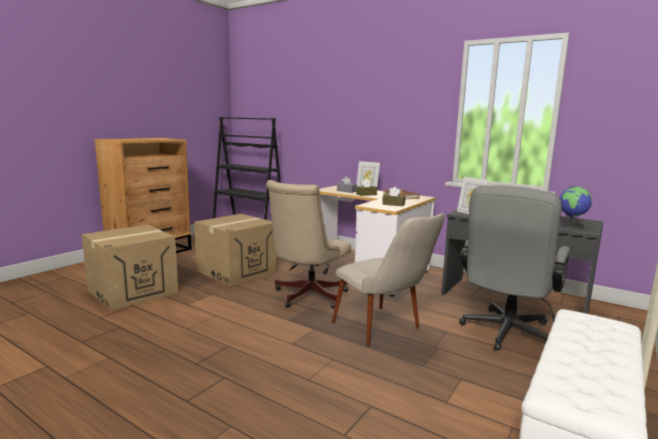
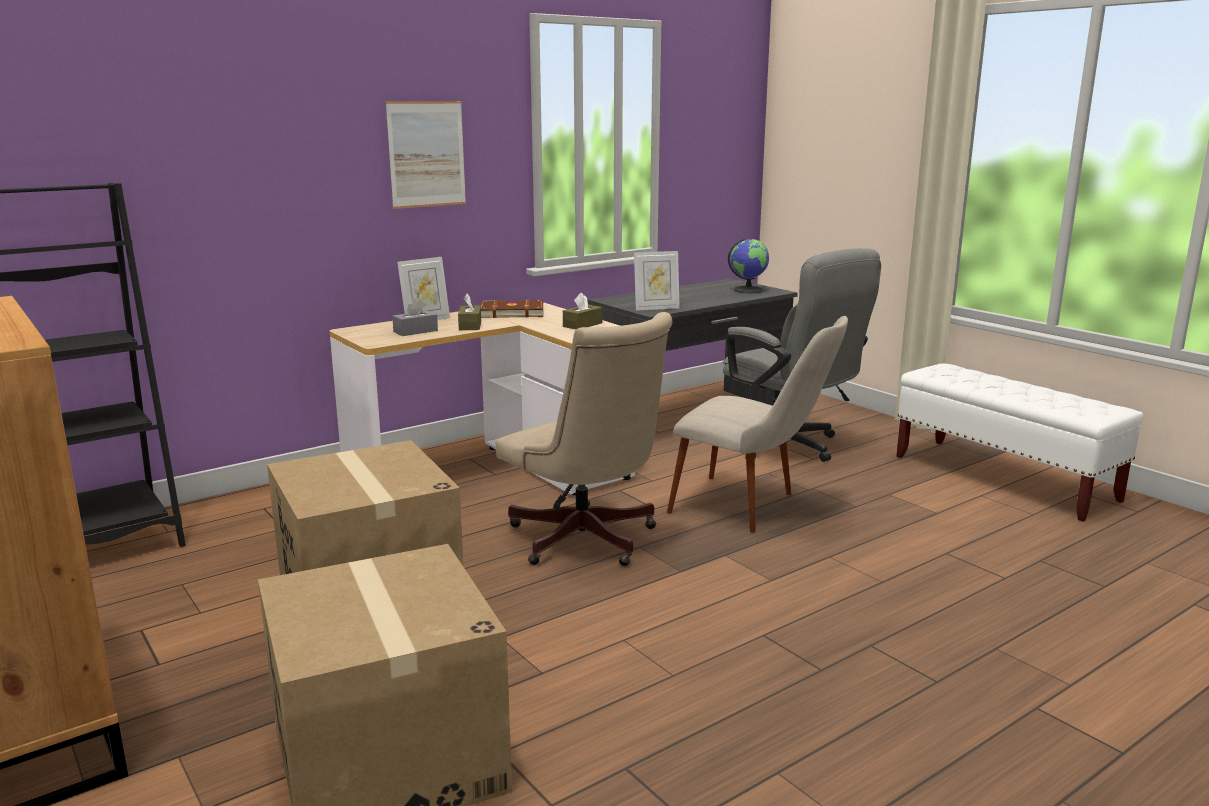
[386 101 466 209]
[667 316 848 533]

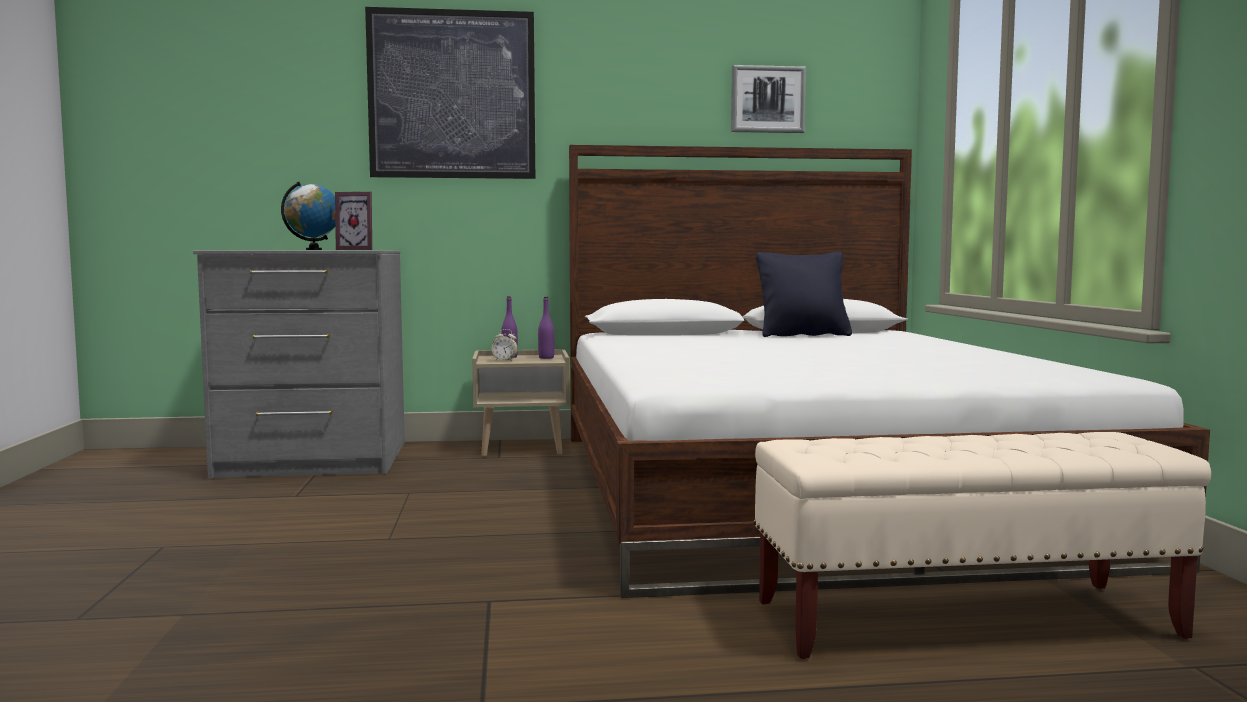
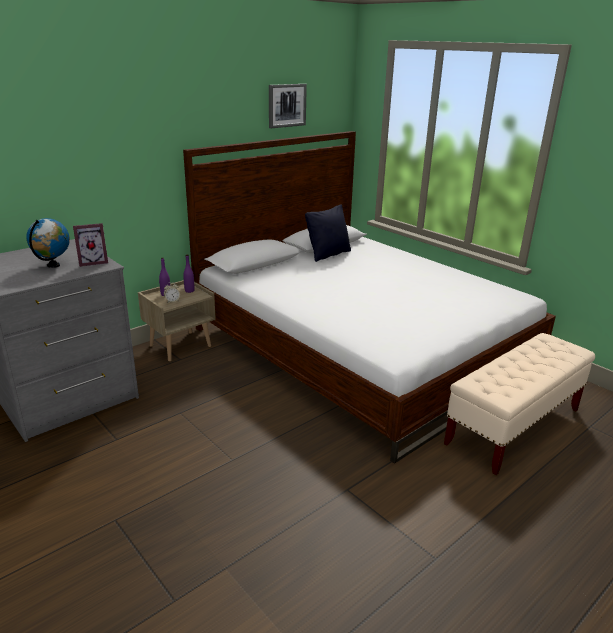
[365 7 535 179] (first image)

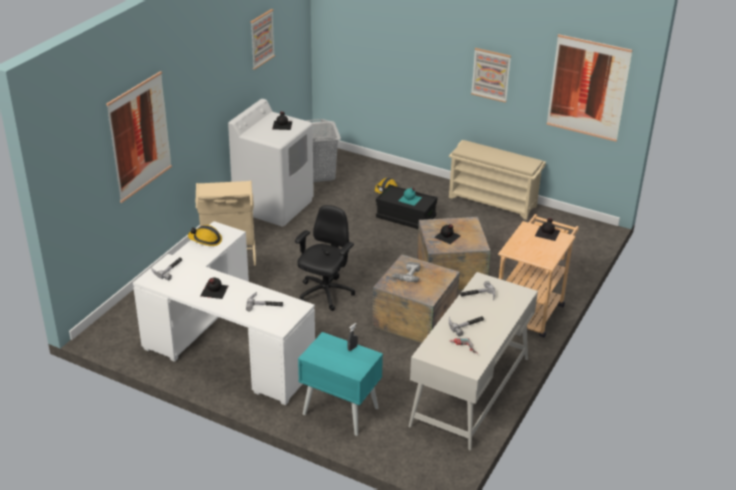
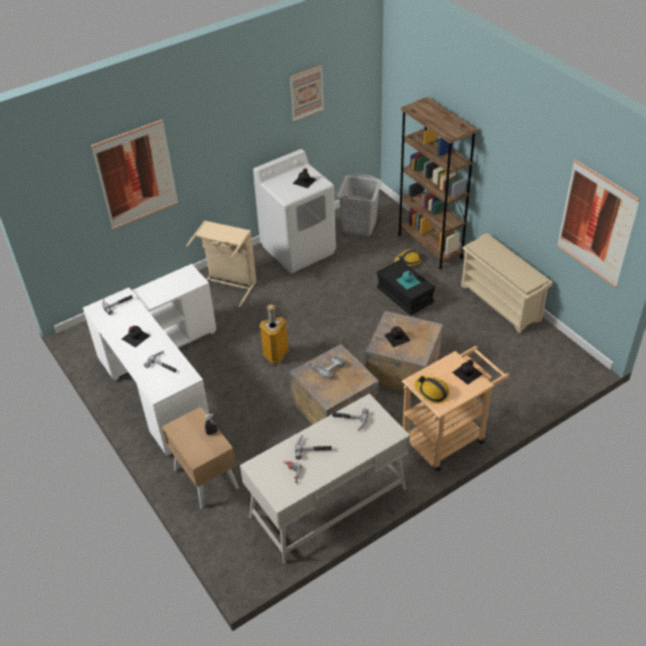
[471 48 511 103] (first image)
[398 97 478 269]
[415 376 449 404]
[259 304 289 364]
[162 407 239 509]

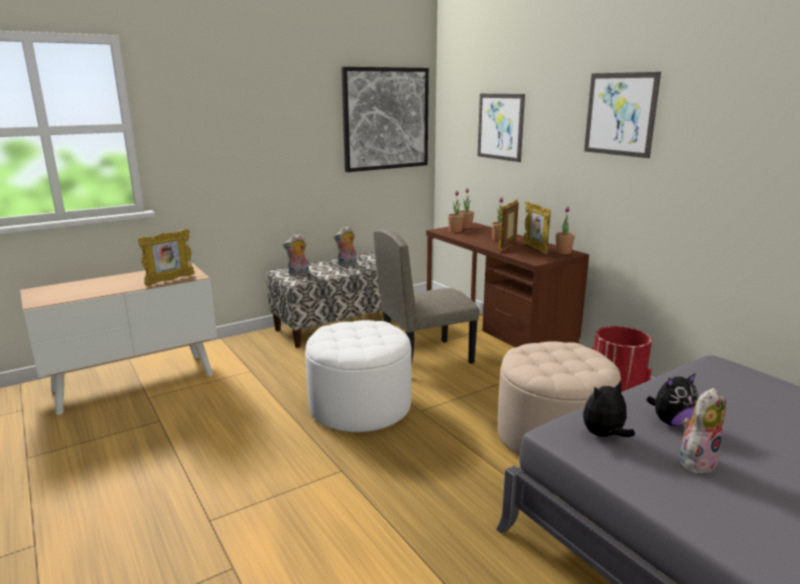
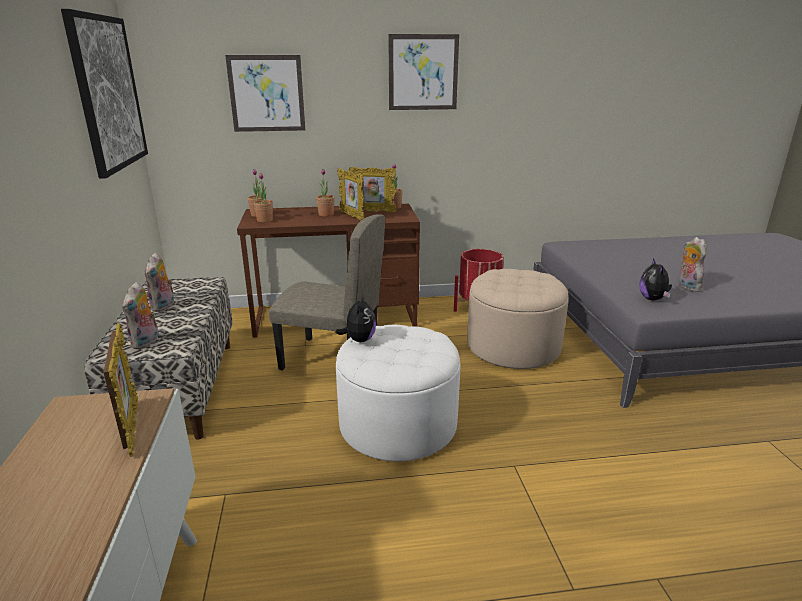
[336 295 376 342]
[269 214 385 370]

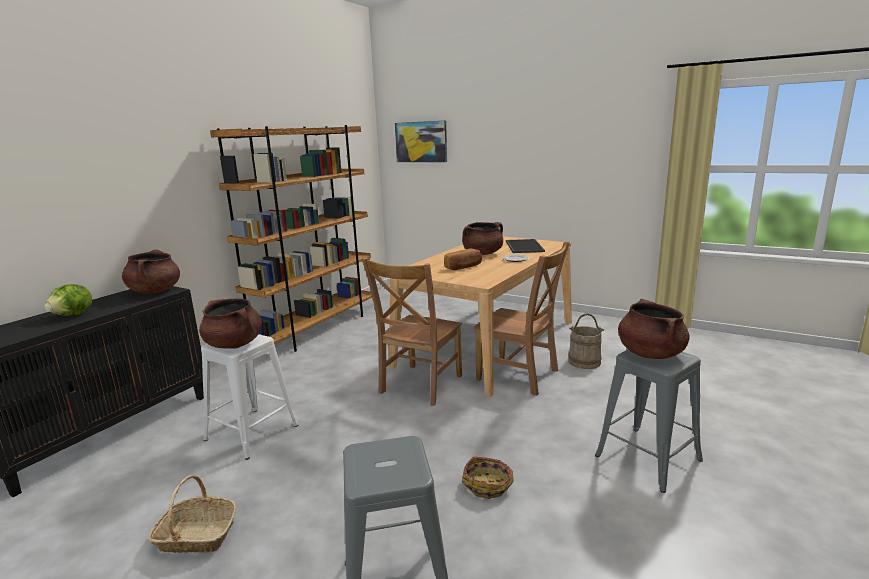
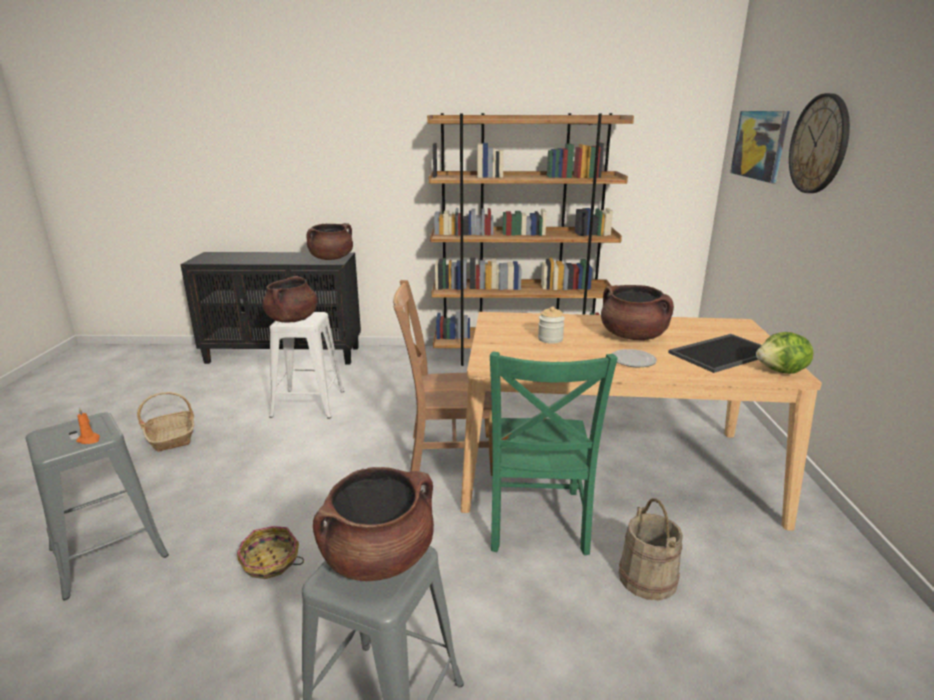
[76 407 100 444]
[789 93 850 193]
[756 332 813 374]
[538 306 565 344]
[490 351 618 555]

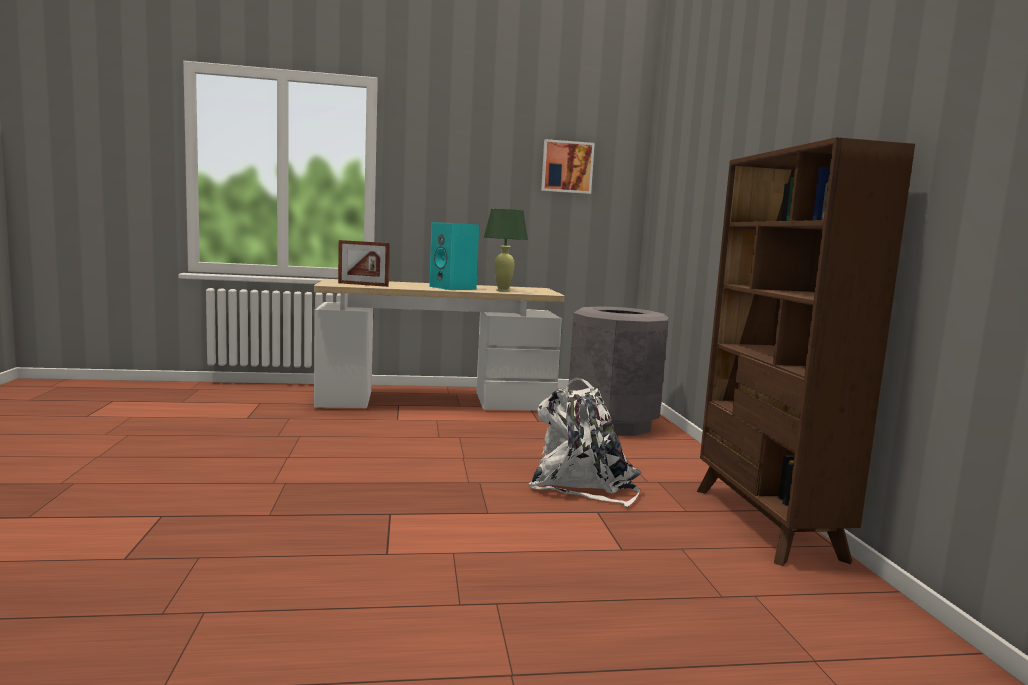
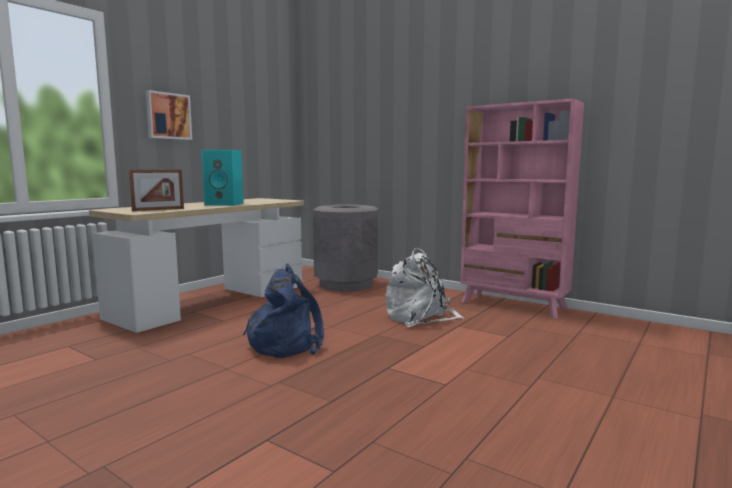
[484 209 528 292] (first image)
[243 263 324 358]
[146 90 192 140]
[460 98 584 319]

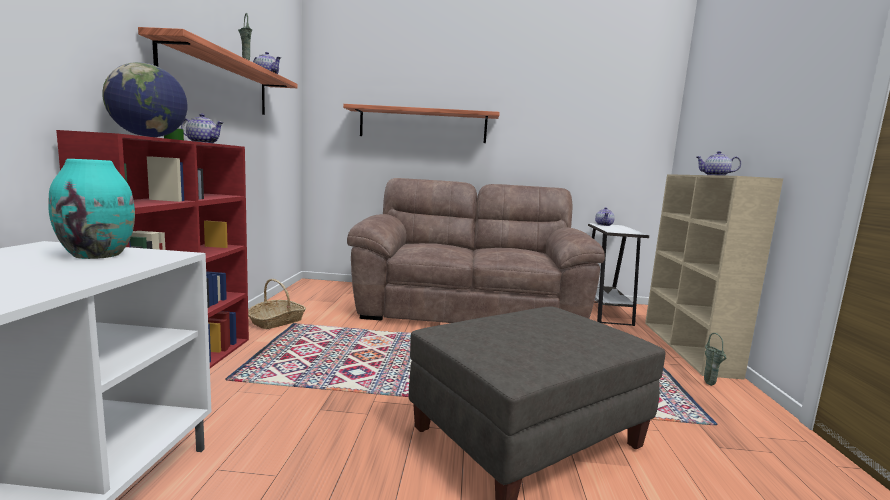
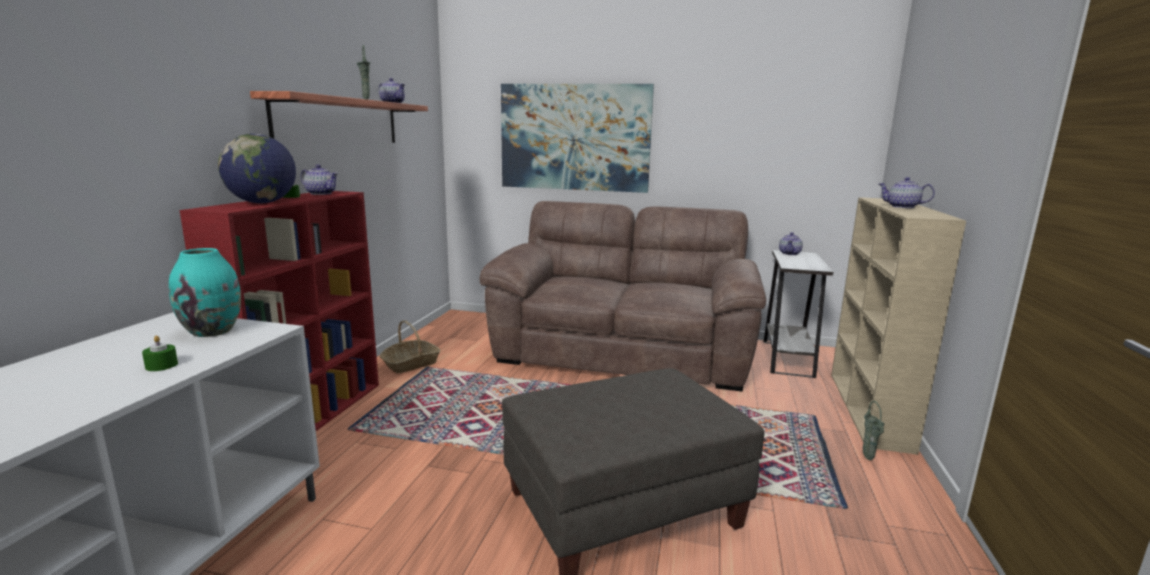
[142 336 178 371]
[501 84 654 193]

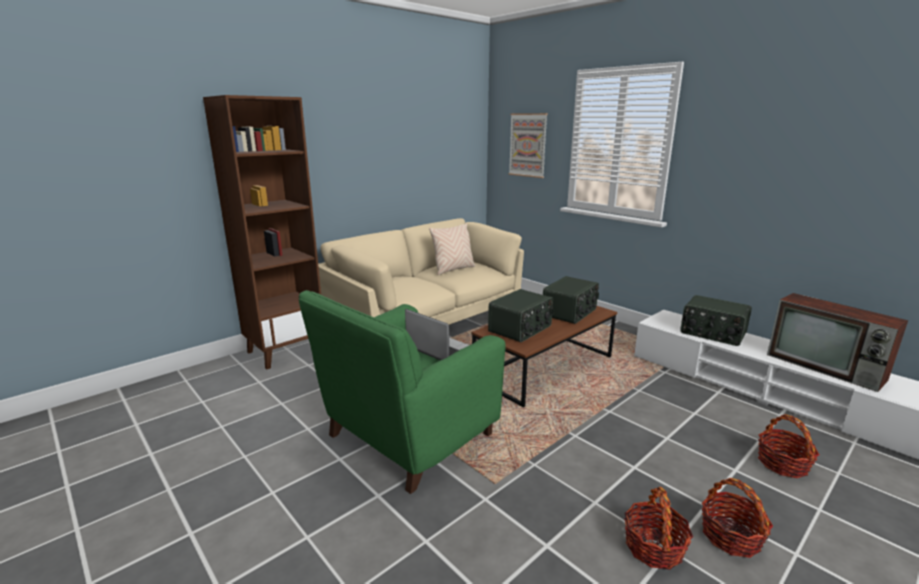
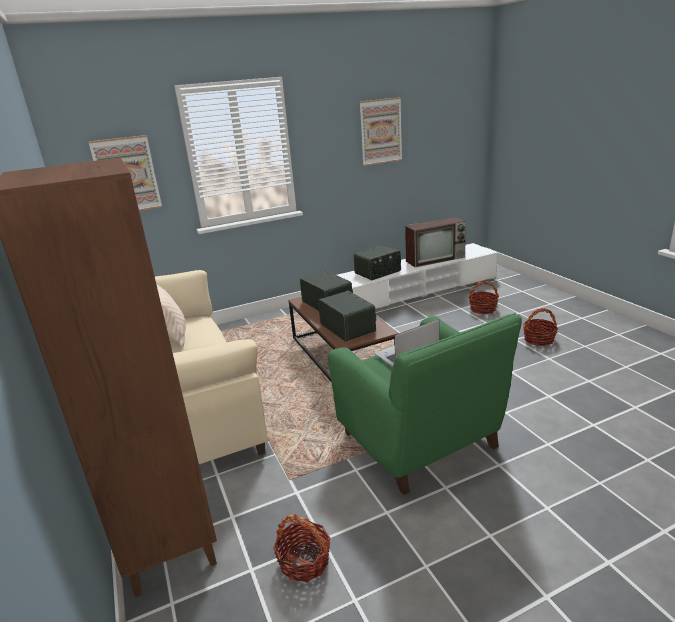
[359 97 402 166]
[273 514 330 582]

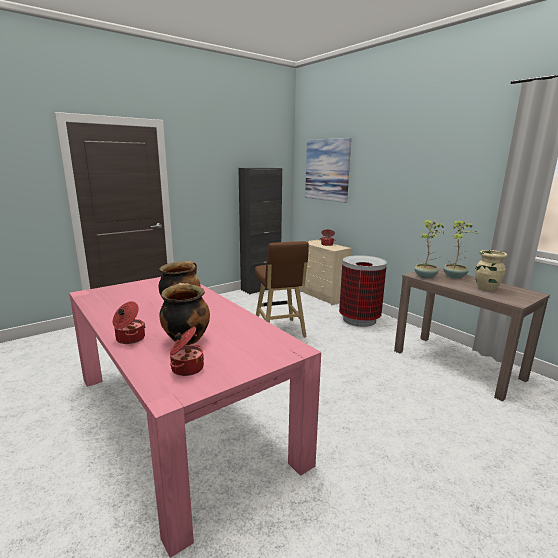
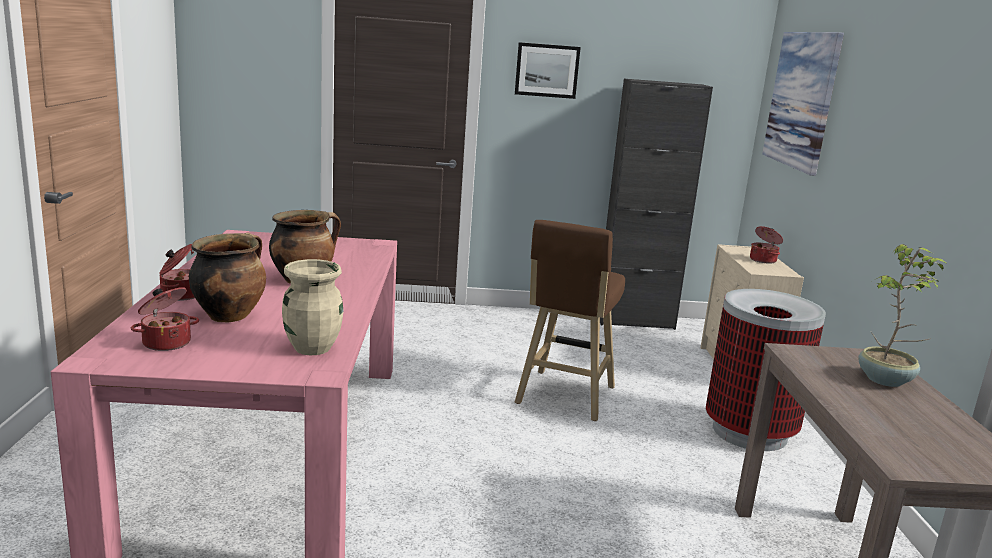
[414 220 445 279] (first image)
[515 42 581 99]
[282 259 343 355]

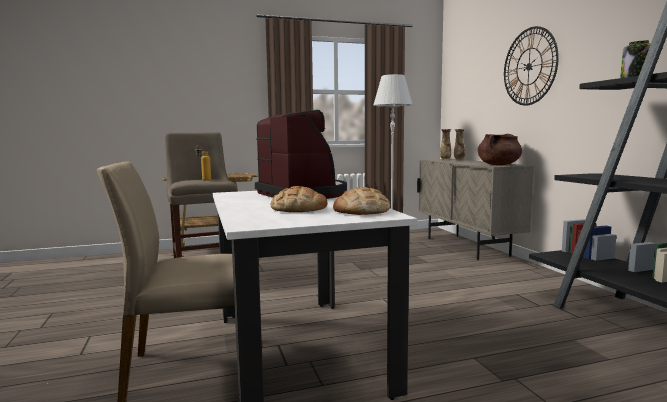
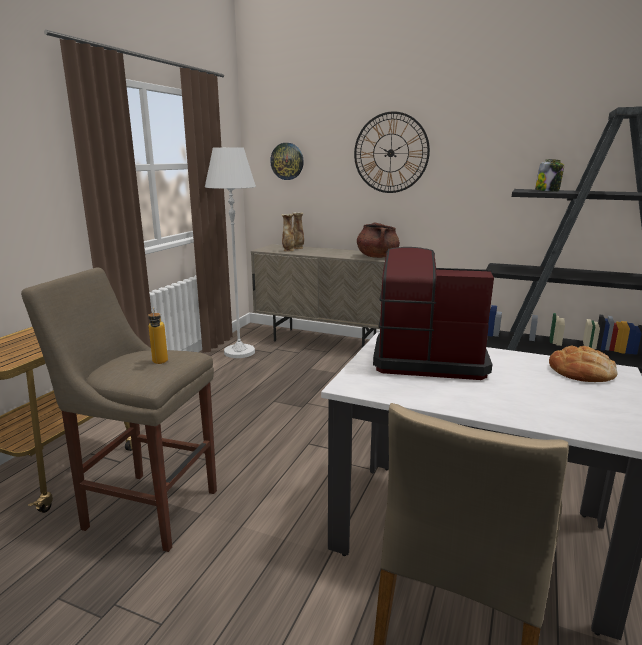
[271 186 328 212] (first image)
[270 143 304 180]

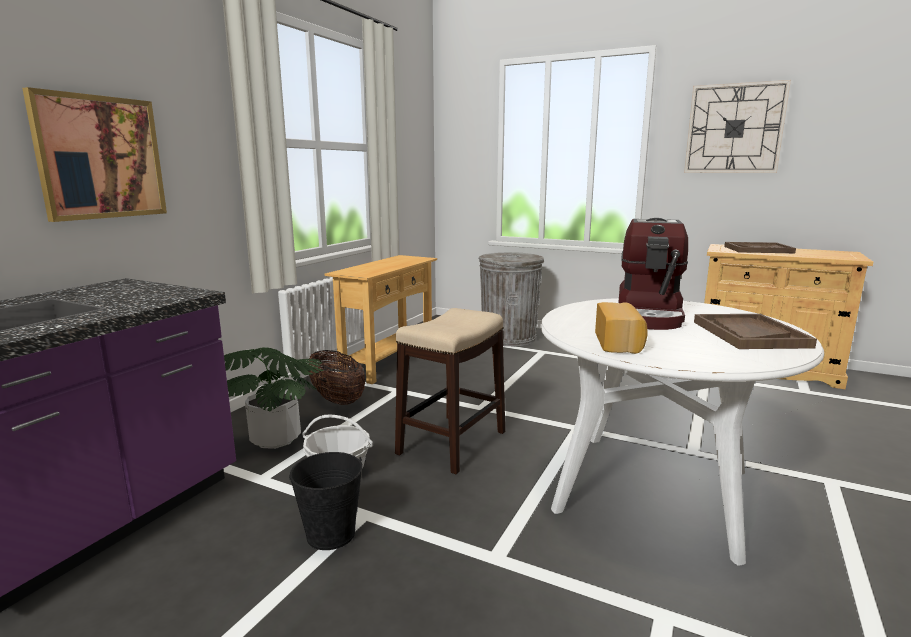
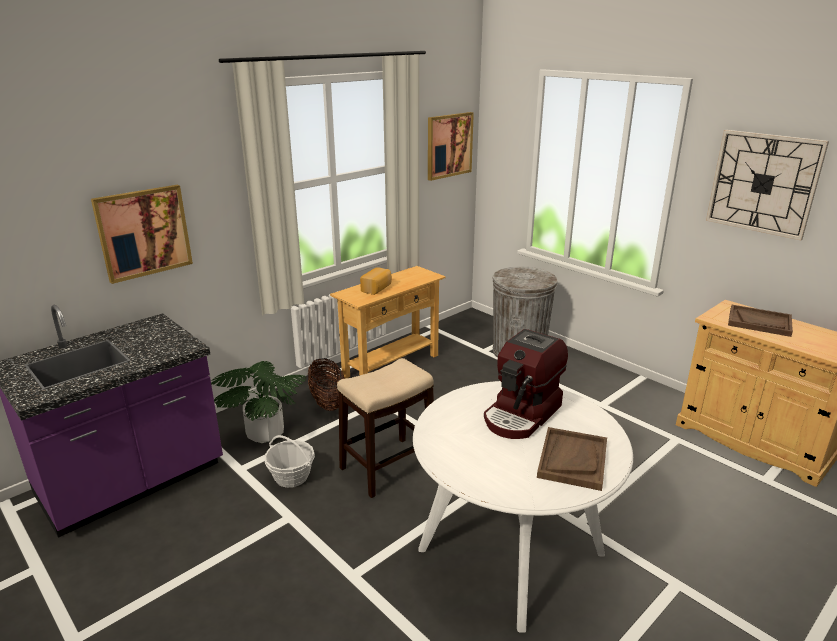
[289 452 362 550] (first image)
[428 112 474 181]
[360 267 392 295]

